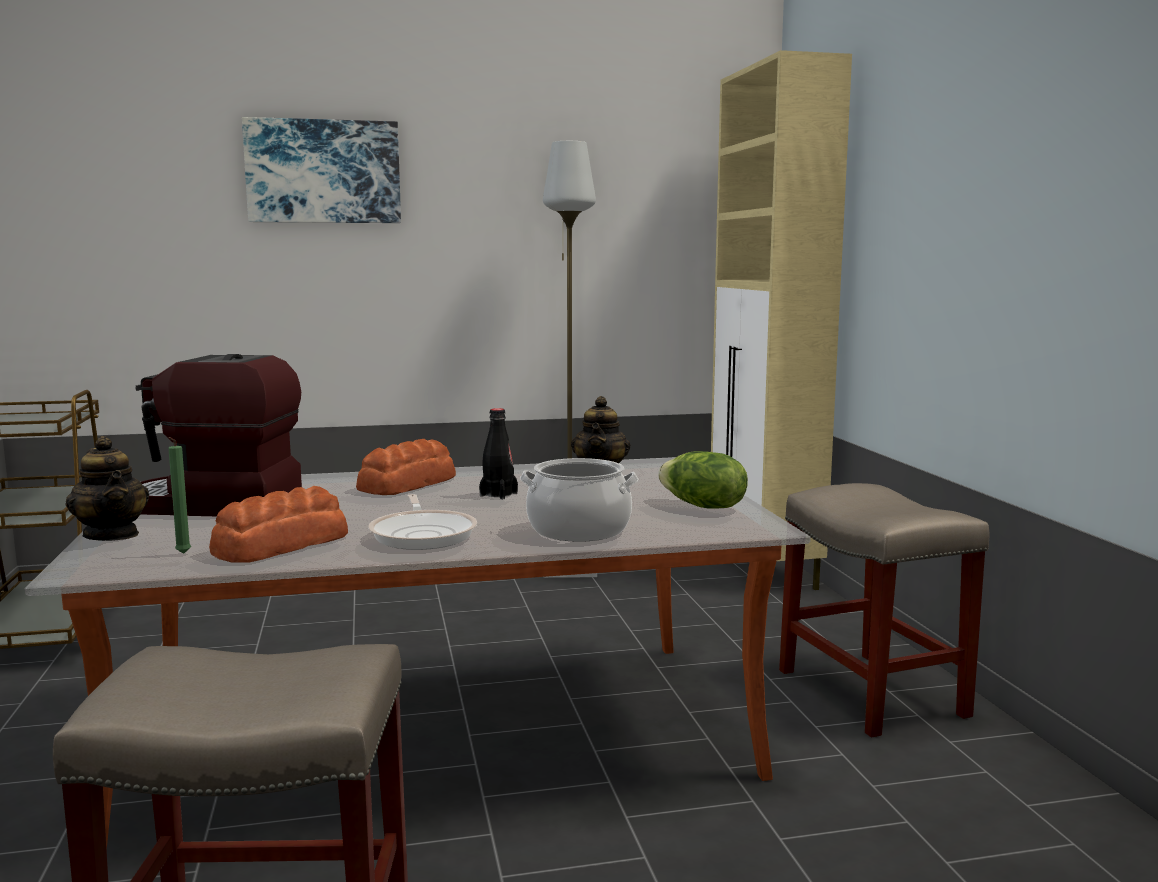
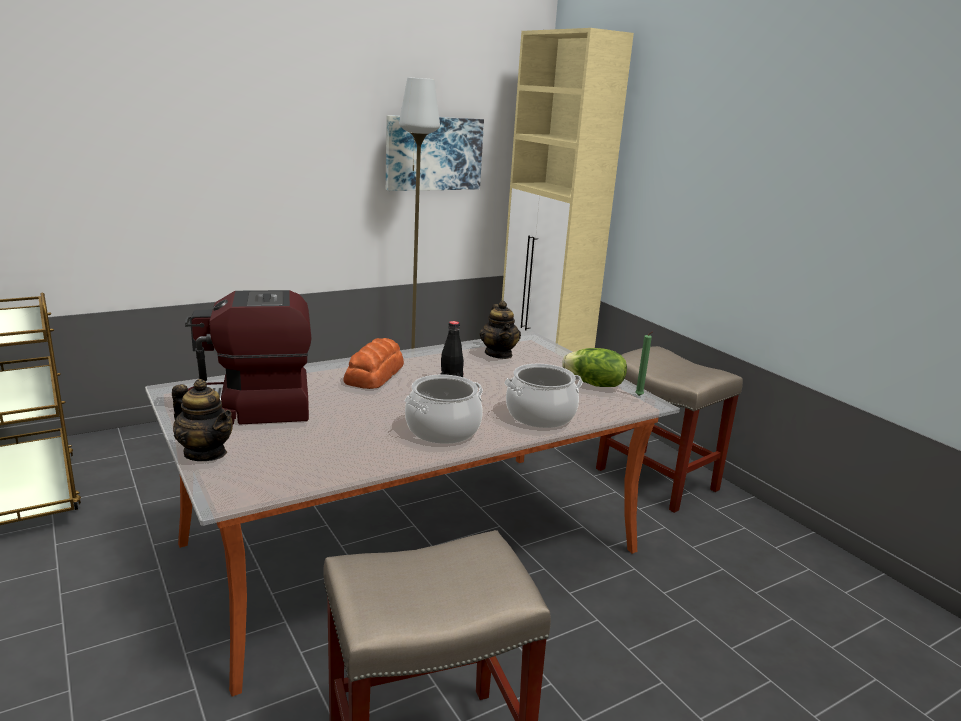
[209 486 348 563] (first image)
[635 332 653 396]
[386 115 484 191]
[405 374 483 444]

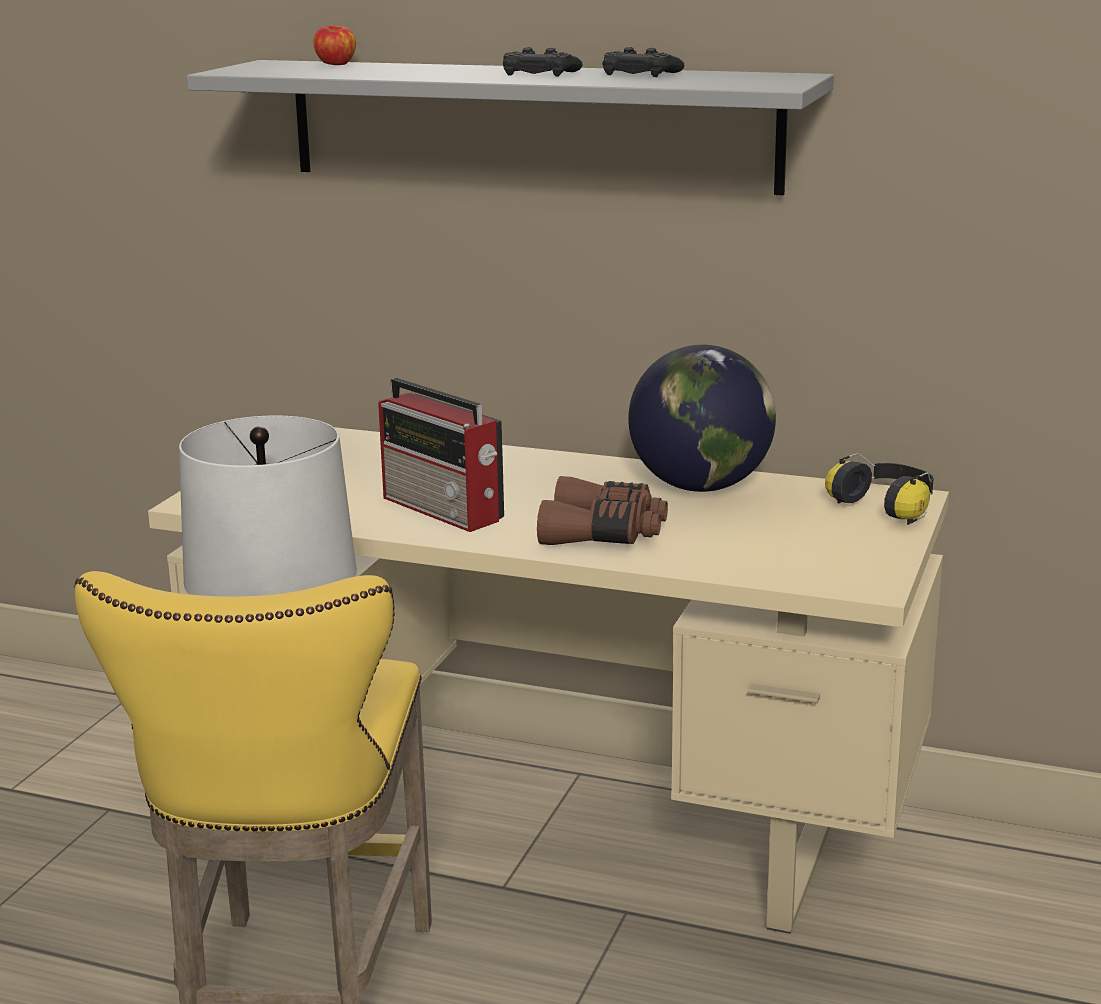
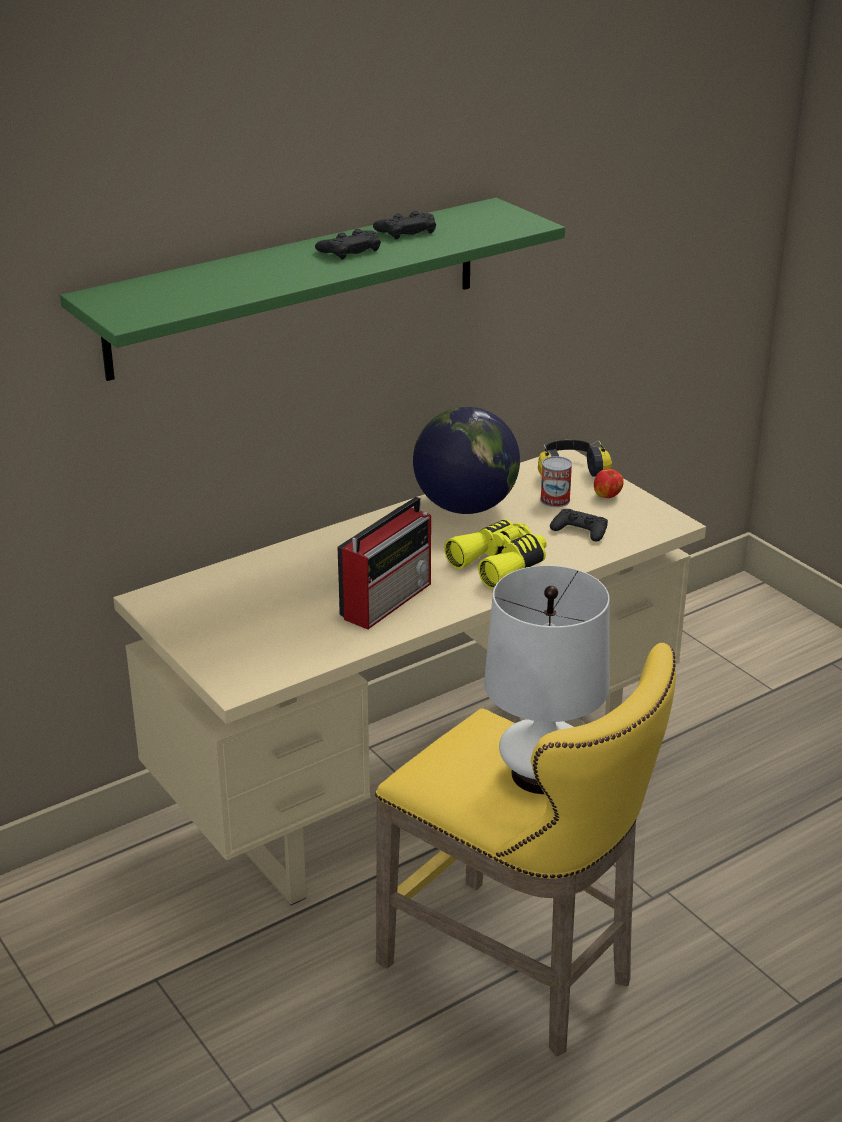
[540 456 572 507]
[550 509 608 542]
[594 469 624 498]
[60 198 565 381]
[444 519 547 589]
[337 497 431 630]

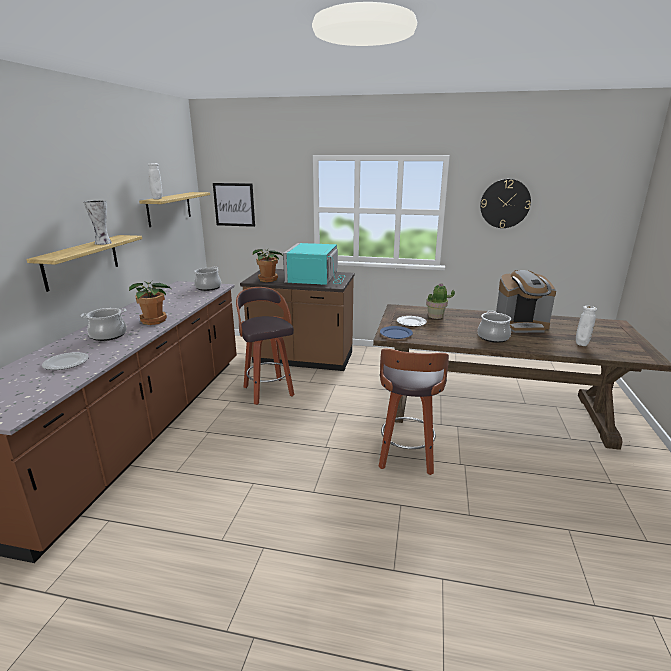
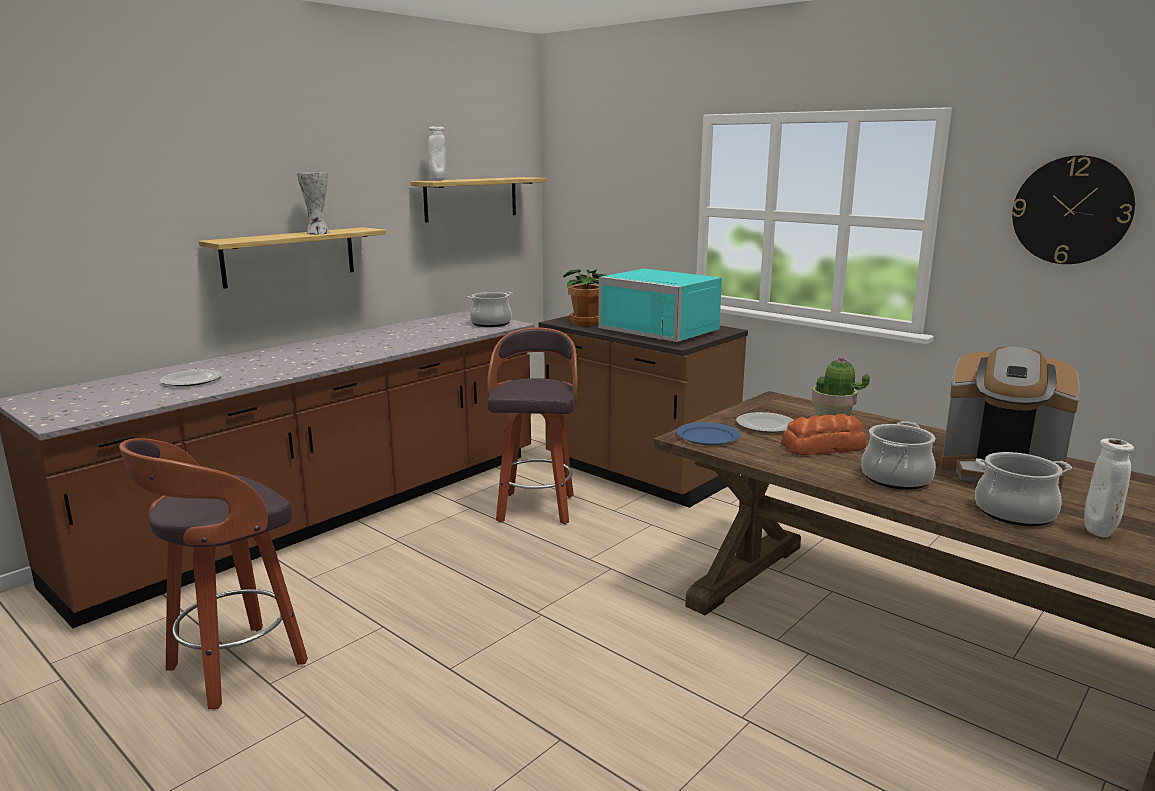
[129 281 171 325] (first image)
[213 183 255 227] (first image)
[781 414 866 455]
[975 452 1072 526]
[119 438 308 709]
[598 269 722 342]

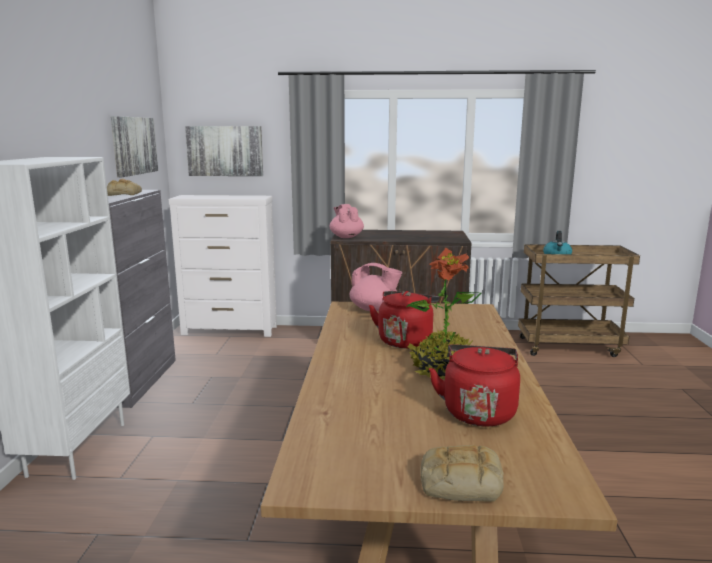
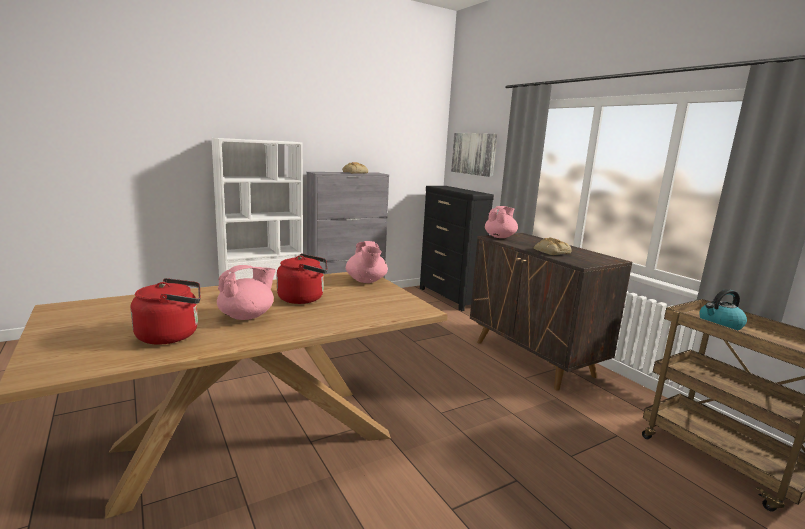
[111 116 158 177] (first image)
[534 238 572 255]
[217 265 276 320]
[420 186 494 311]

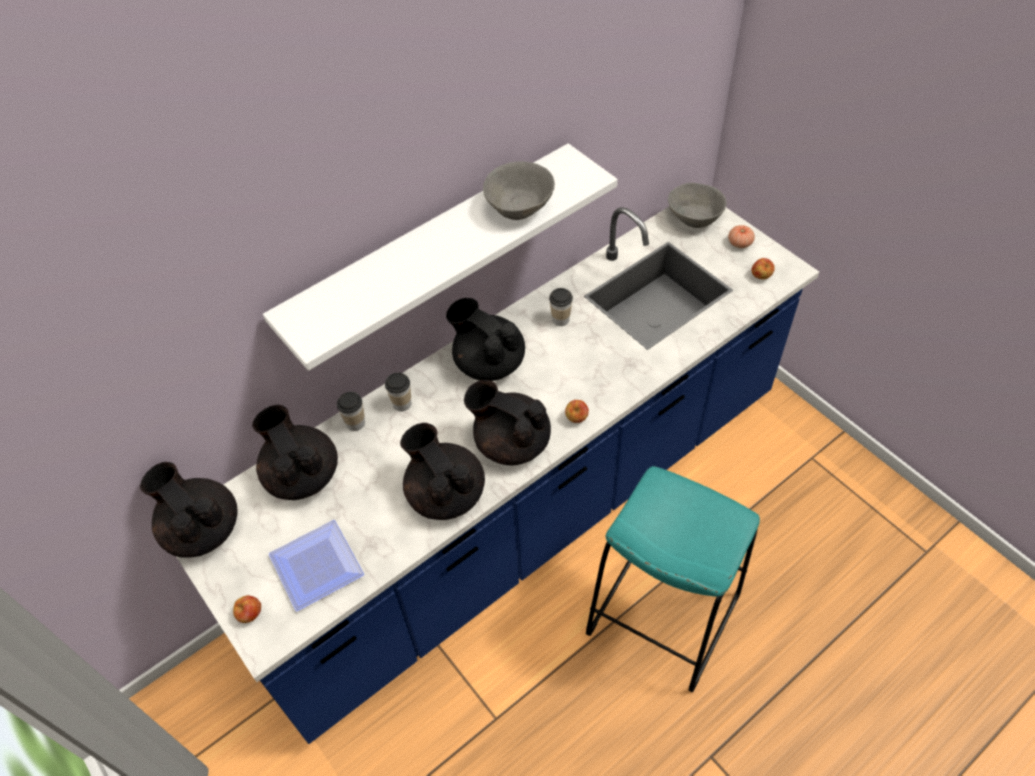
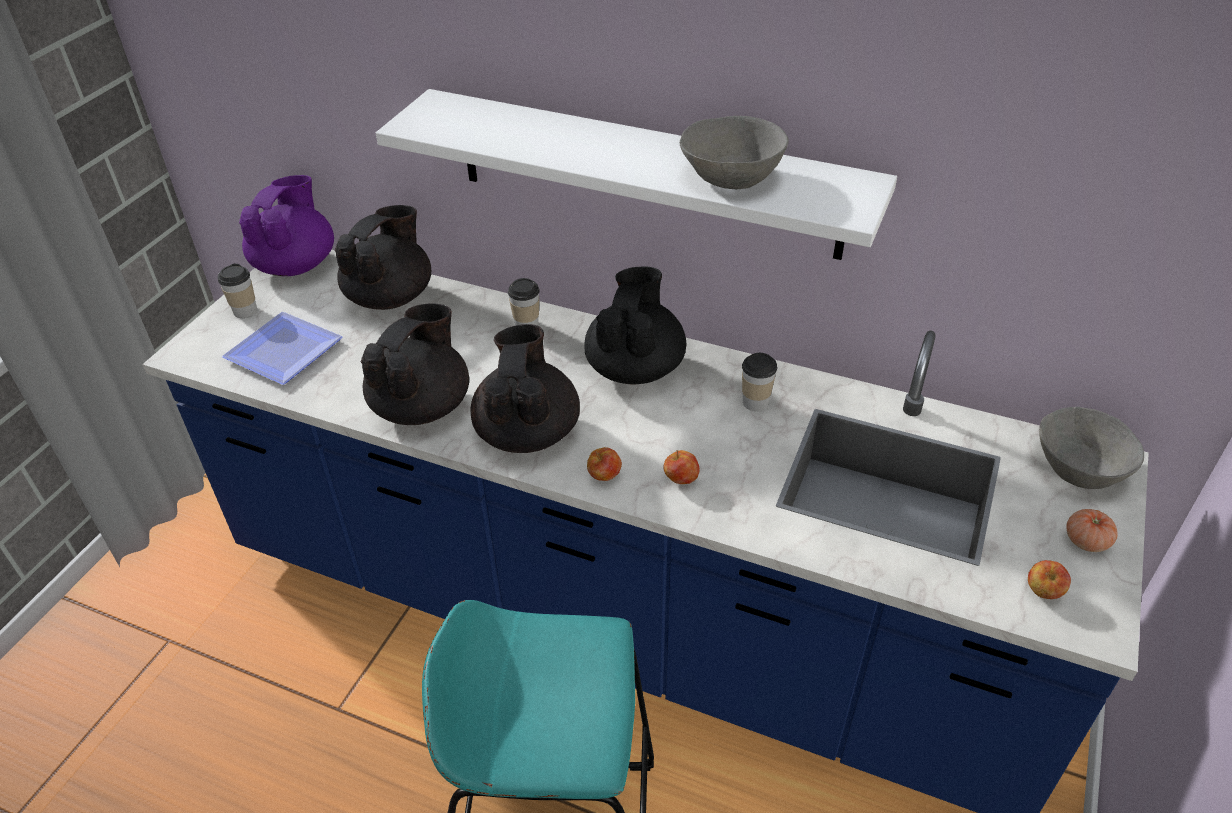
[663 450 700 484]
[218 264 257 318]
[239 175 334 276]

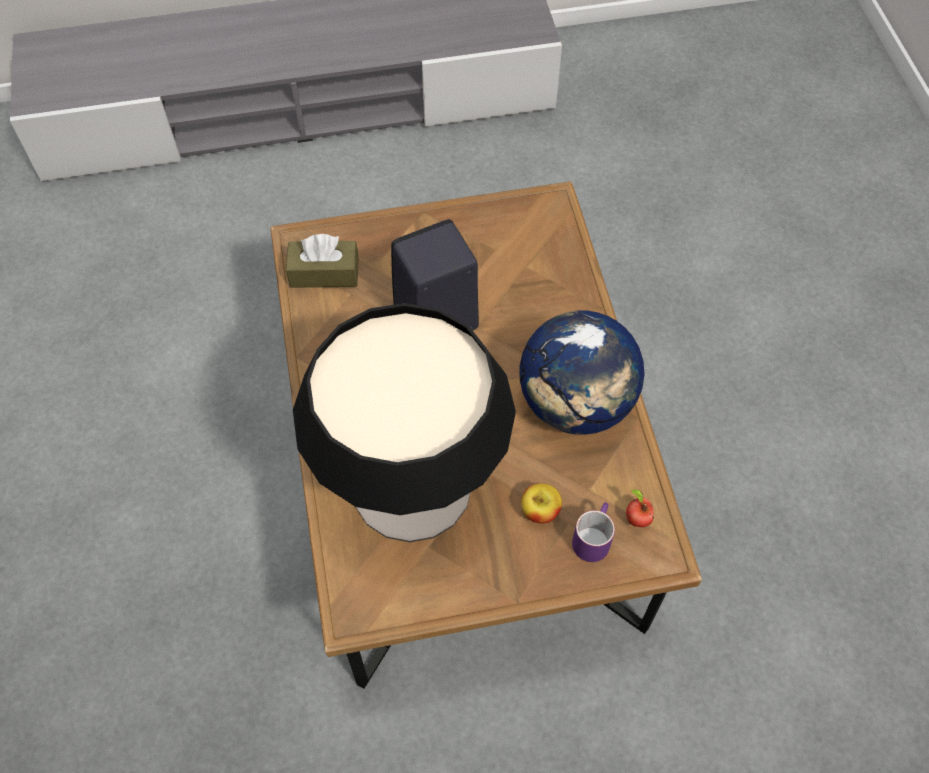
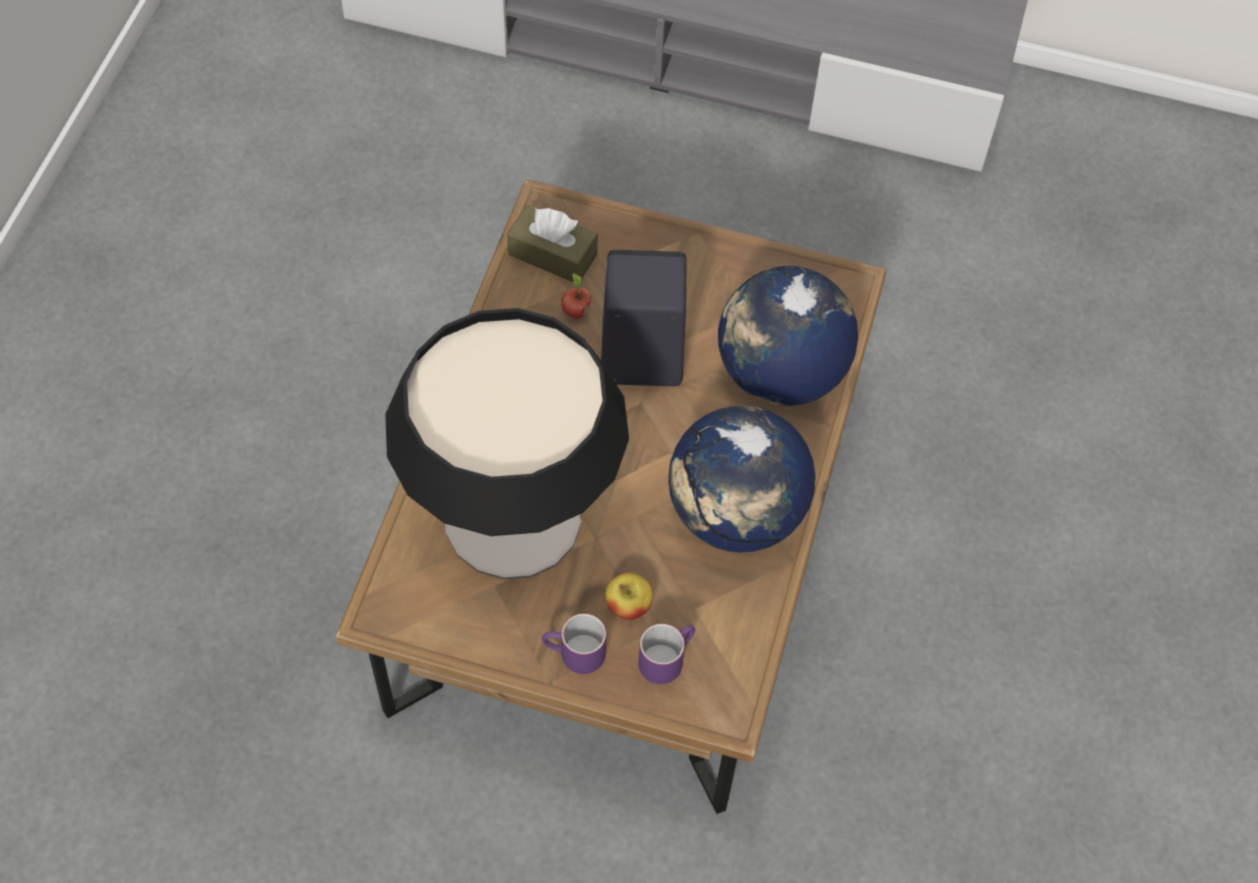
[542 613 606 674]
[718 266 858 406]
[561 273 591 318]

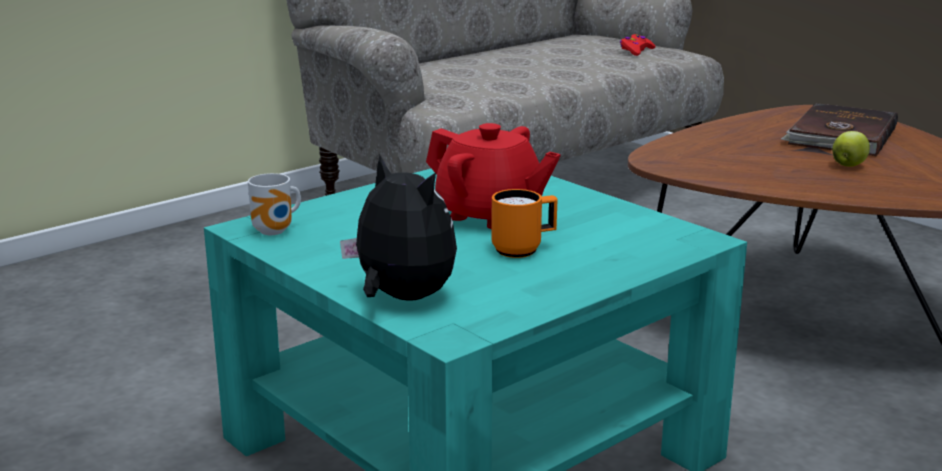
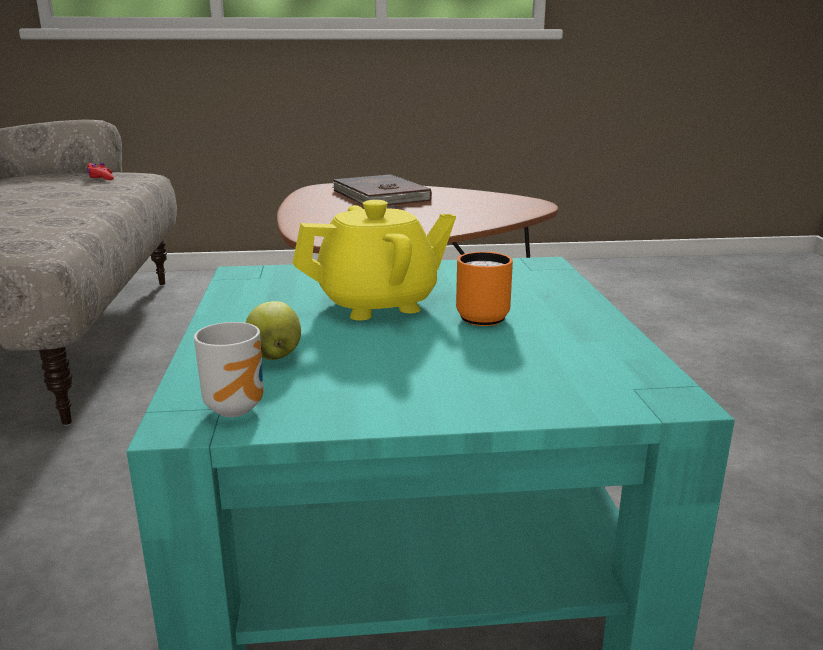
[340 155 457 301] (first image)
[246 301 301 360]
[292 200 456 320]

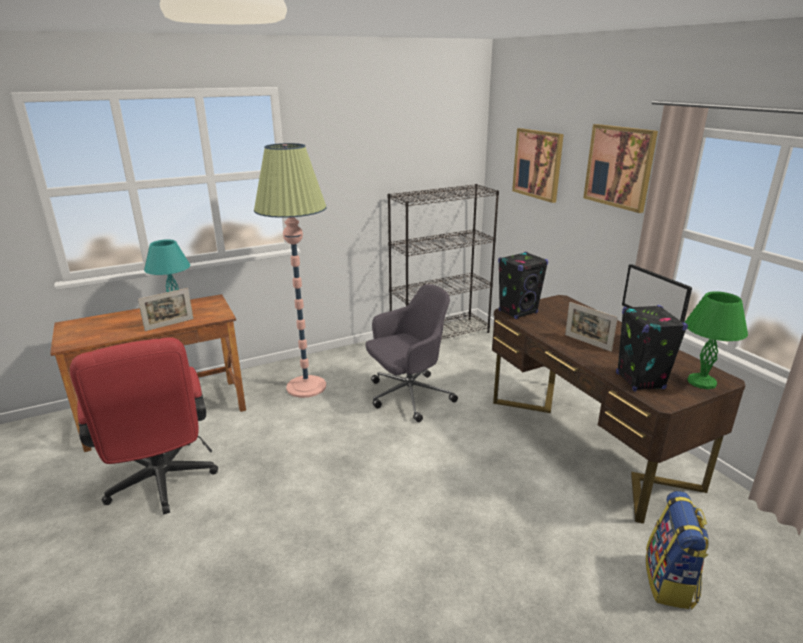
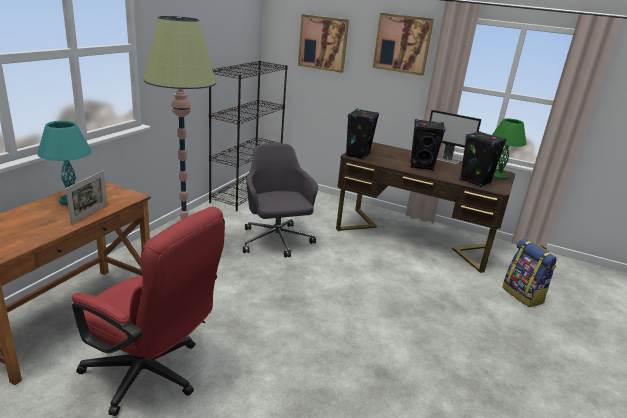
[410 119 446 171]
[243 143 318 258]

